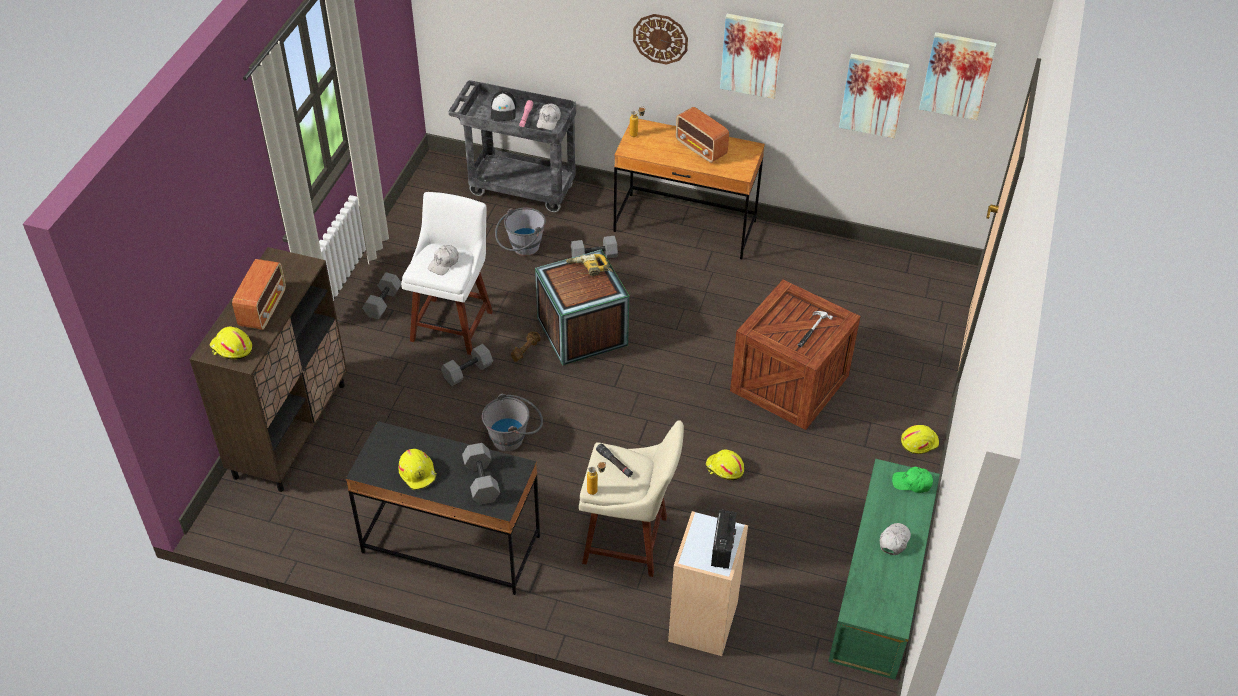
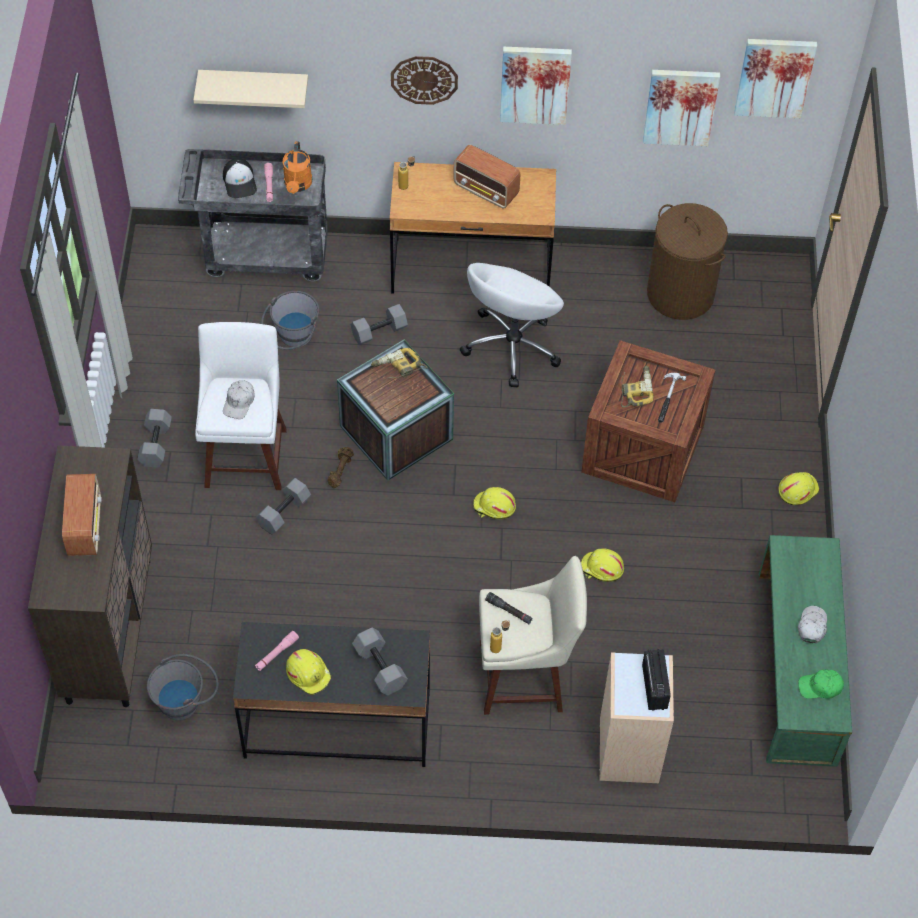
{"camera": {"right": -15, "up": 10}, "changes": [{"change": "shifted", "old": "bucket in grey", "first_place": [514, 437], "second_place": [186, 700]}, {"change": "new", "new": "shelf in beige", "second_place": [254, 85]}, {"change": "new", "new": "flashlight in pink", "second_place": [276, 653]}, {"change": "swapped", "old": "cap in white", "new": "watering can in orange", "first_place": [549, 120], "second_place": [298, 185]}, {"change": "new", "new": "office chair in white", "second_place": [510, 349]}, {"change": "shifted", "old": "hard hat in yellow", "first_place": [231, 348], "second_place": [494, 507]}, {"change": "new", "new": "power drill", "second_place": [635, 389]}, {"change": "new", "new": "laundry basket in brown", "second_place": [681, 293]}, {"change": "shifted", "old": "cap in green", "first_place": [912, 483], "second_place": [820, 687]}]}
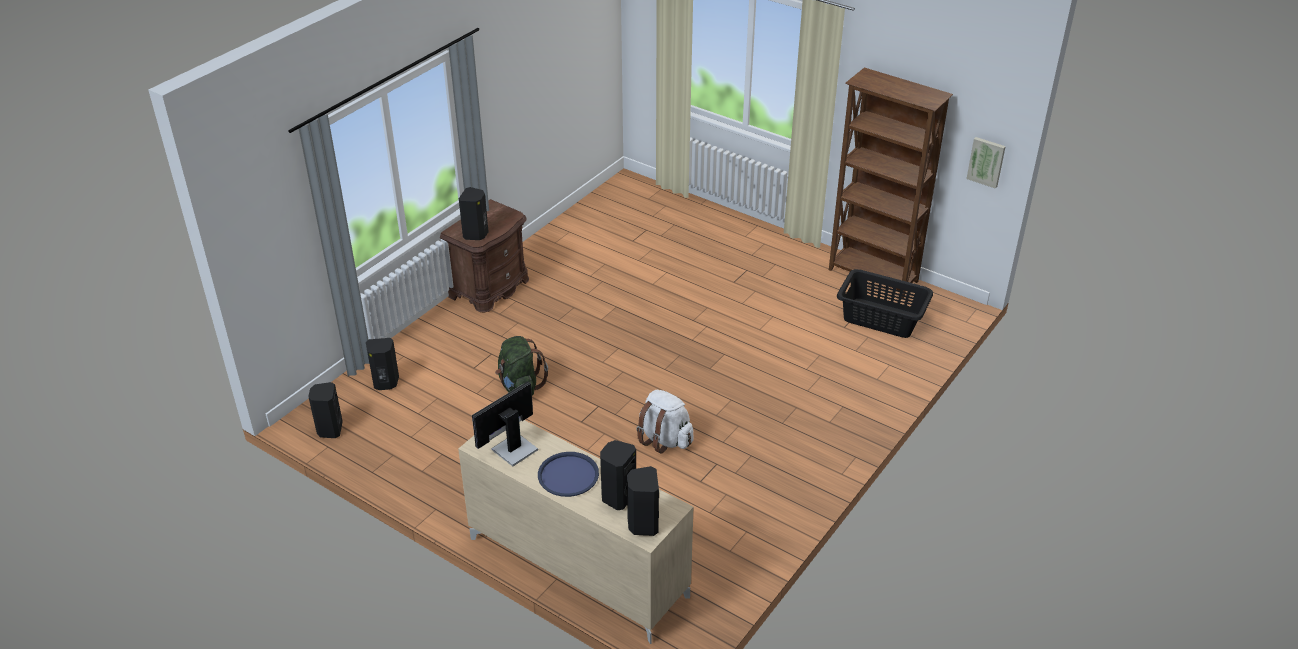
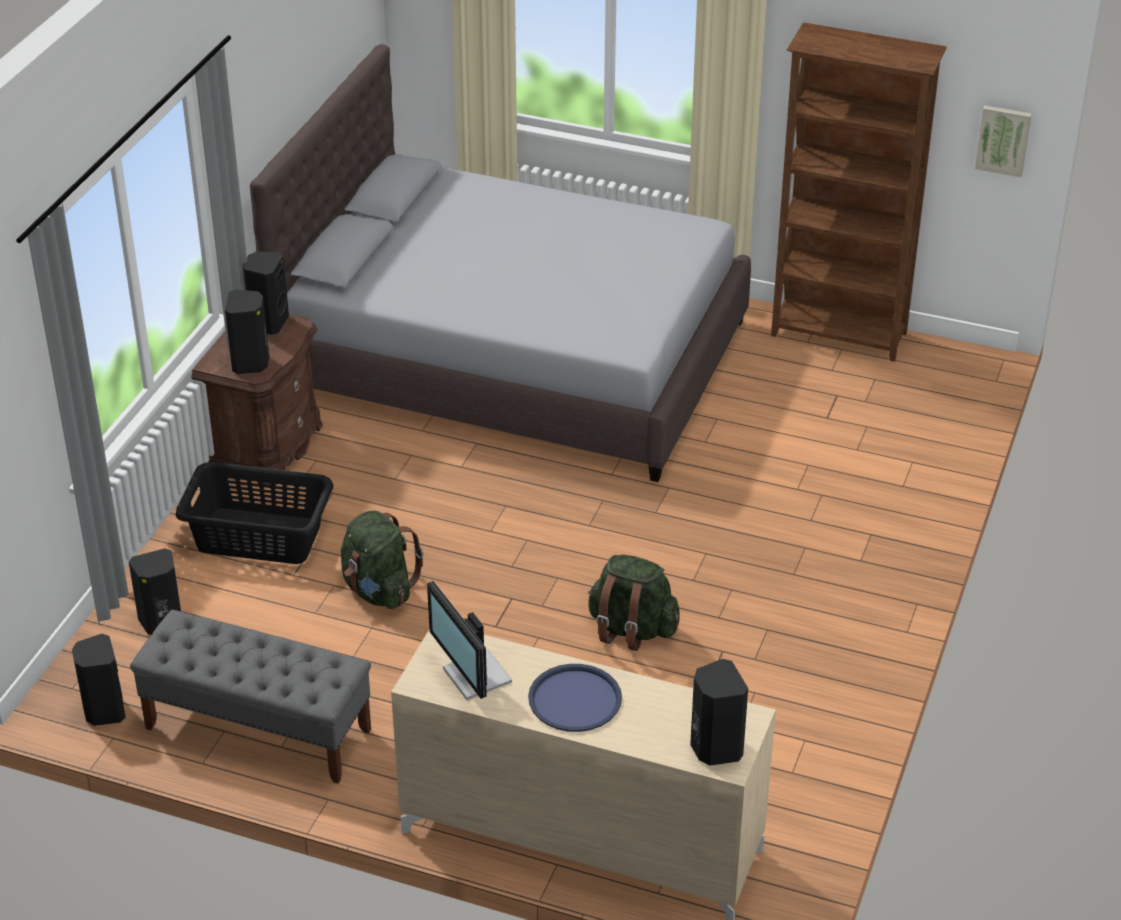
{"camera": {"right": -15, "up": 0}, "changes": [{"change": "new", "new": "bench in grey", "second_place": [257, 729]}, {"change": "shifted", "old": "laundry basket in black", "first_place": [881, 317], "second_place": [258, 535]}, {"change": "shifted", "old": "speaker in black", "first_place": [617, 496], "second_place": [268, 323]}, {"change": "new", "new": "bed in grey", "second_place": [512, 356]}, {"change": "rotated", "old": "monitor", "first_place": [513, 449], "second_place": [475, 677], "degrees": -60}, {"change": "repainted", "old": "backpack in white", "new": "backpack in green", "first_place": [664, 439], "second_place": [631, 629]}]}
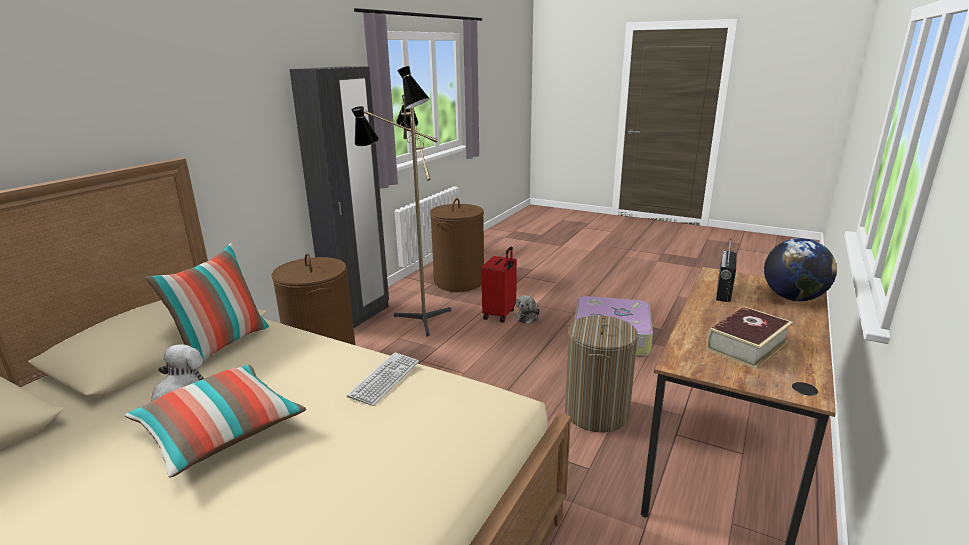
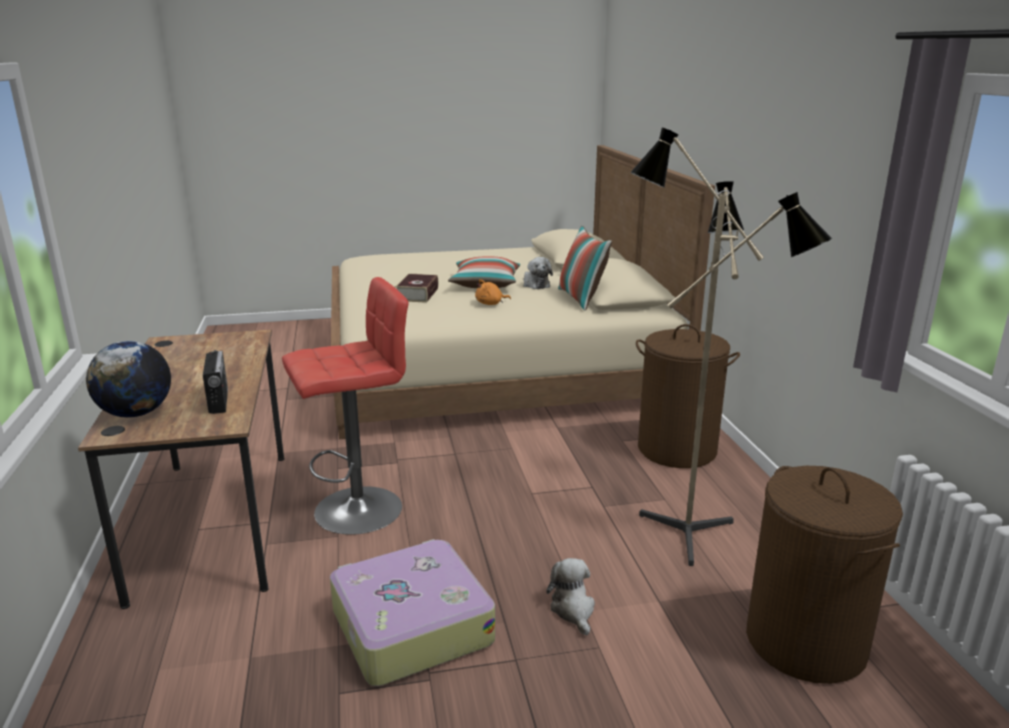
{"camera": {"right": 140, "up": 0}, "changes": [{"change": "swapped", "old": "laundry basket", "new": "stool in red", "first_place": [596, 412], "second_place": [359, 510]}, {"change": "shifted", "old": "book", "first_place": [747, 345], "second_place": [417, 294]}, {"change": "new", "new": "plush toy in orange", "second_place": [490, 304]}, {"change": "gone", "old": "wardrobe in black", "first_place": [358, 317]}, {"change": "gone", "old": "keyboard", "first_place": [385, 379]}, {"change": "gone", "old": "suitcase in red", "first_place": [500, 314]}]}
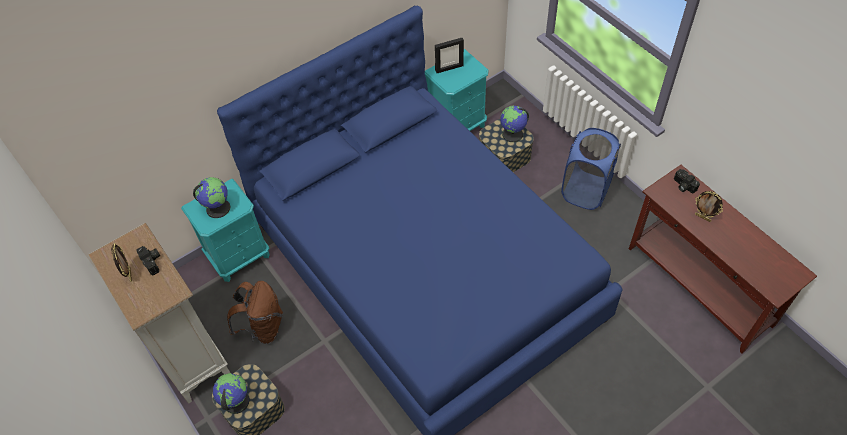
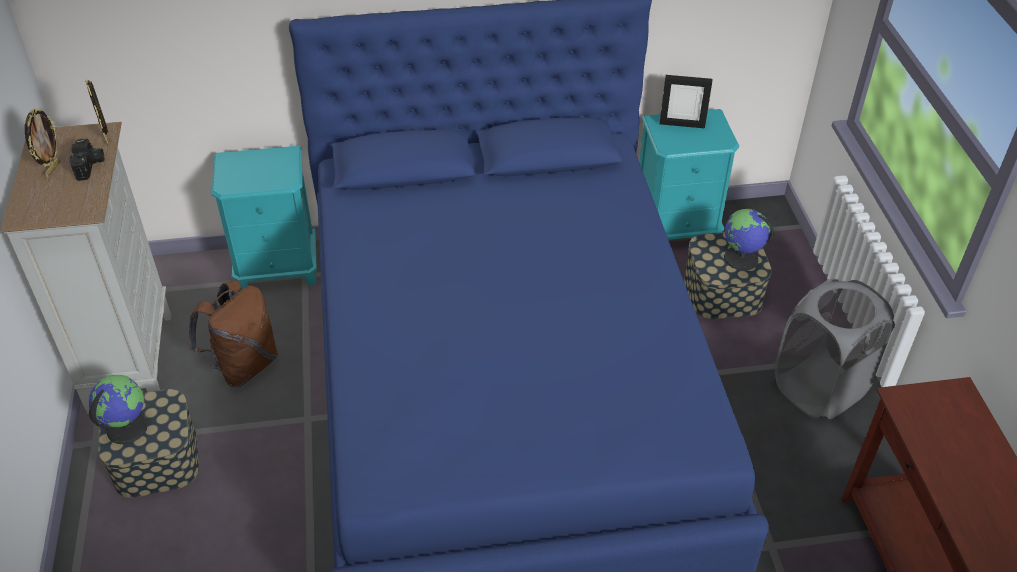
{"camera": {"right": 25, "up": -10}, "changes": [{"change": "shifted", "old": "picture frame", "first_place": [703, 217], "second_place": [107, 139]}, {"change": "repainted", "old": "laundry basket in blue", "new": "laundry basket in grey", "first_place": [585, 190], "second_place": [820, 388]}, {"change": "gone", "old": "globe", "first_place": [218, 207]}, {"change": "gone", "old": "photo camera", "first_place": [683, 186]}]}
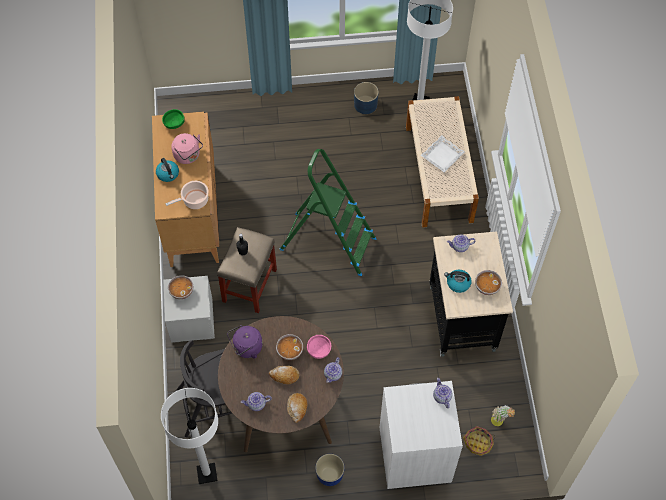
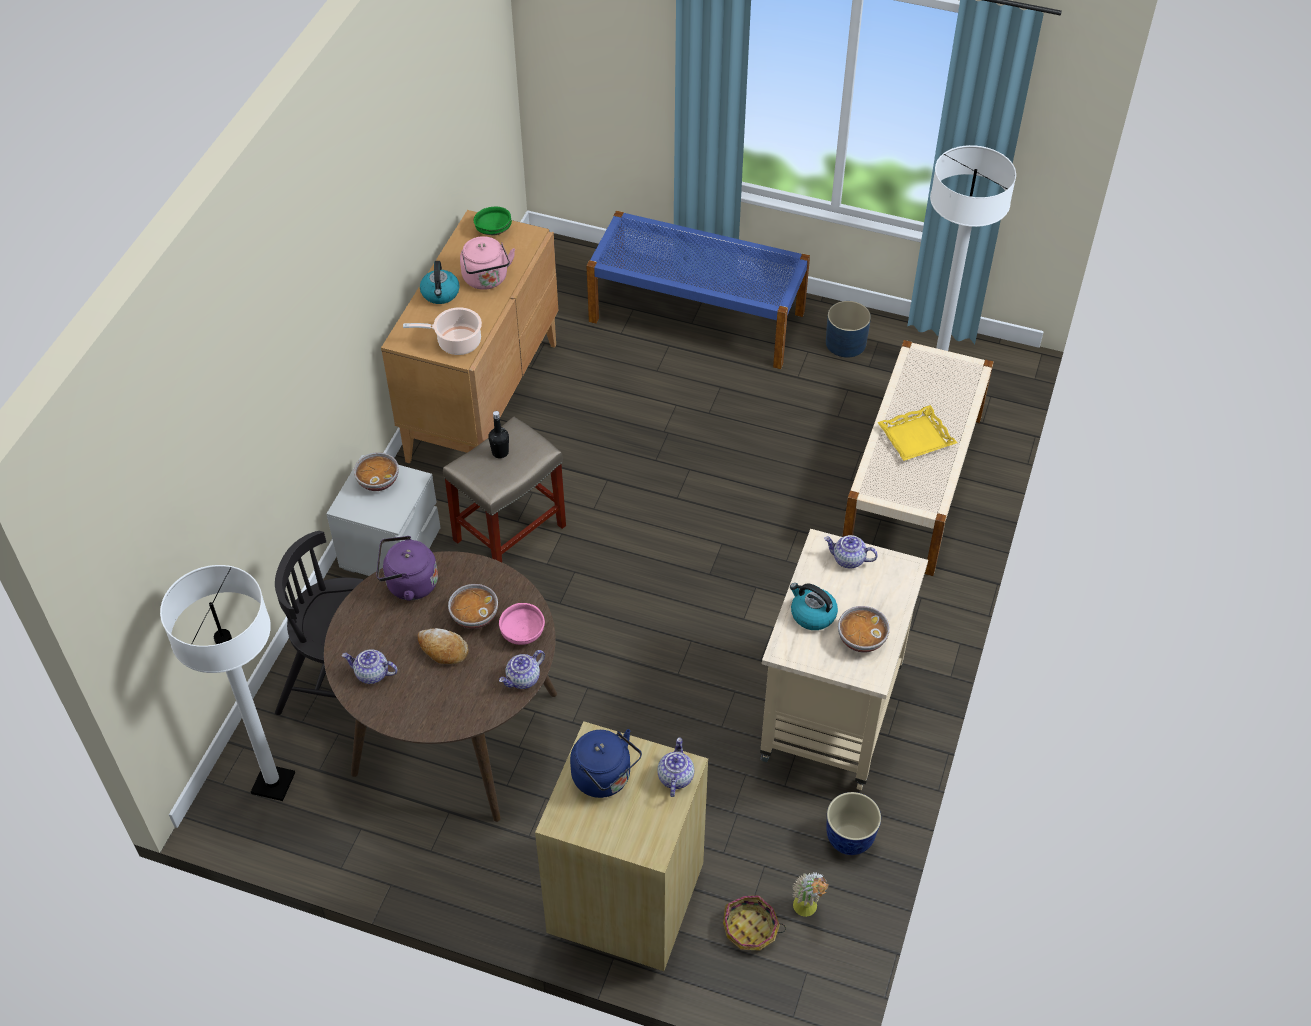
{"camera": {"right": 25, "up": -10}, "changes": [{"change": "repainted", "old": "dresser in white", "new": "dresser in brown", "first_place": [414, 456], "second_place": [626, 902]}, {"change": "new", "new": "kettle in blue", "second_place": [605, 778]}, {"change": "new", "new": "bench in blue", "second_place": [697, 316]}, {"change": "repainted", "old": "cart in black", "new": "cart in beige", "first_place": [462, 319], "second_place": [832, 717]}, {"change": "shifted", "old": "planter", "first_place": [330, 475], "second_place": [850, 838]}, {"change": "repainted", "old": "tray in white", "new": "tray in yellow", "first_place": [442, 156], "second_place": [916, 438]}, {"change": "gone", "old": "step ladder in green", "first_place": [328, 244]}, {"change": "gone", "old": "bread", "first_place": [297, 408]}]}
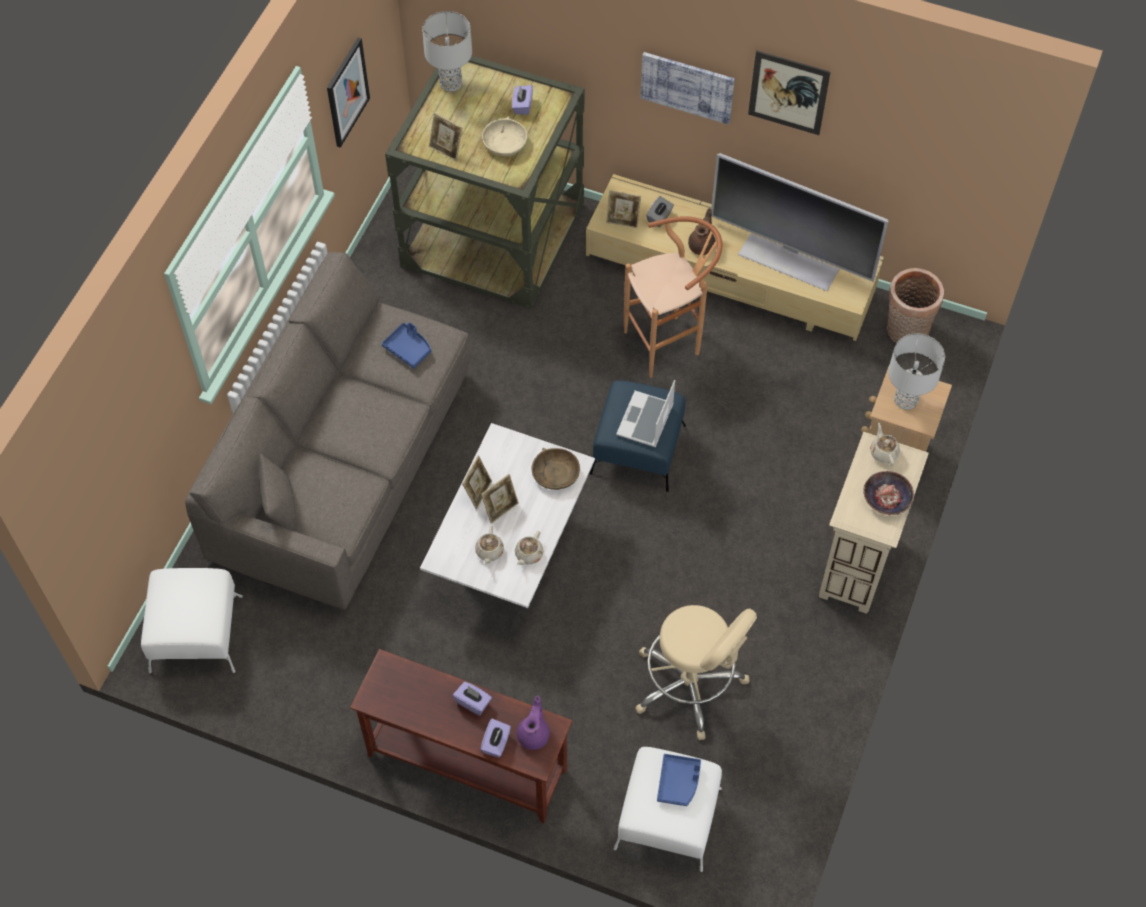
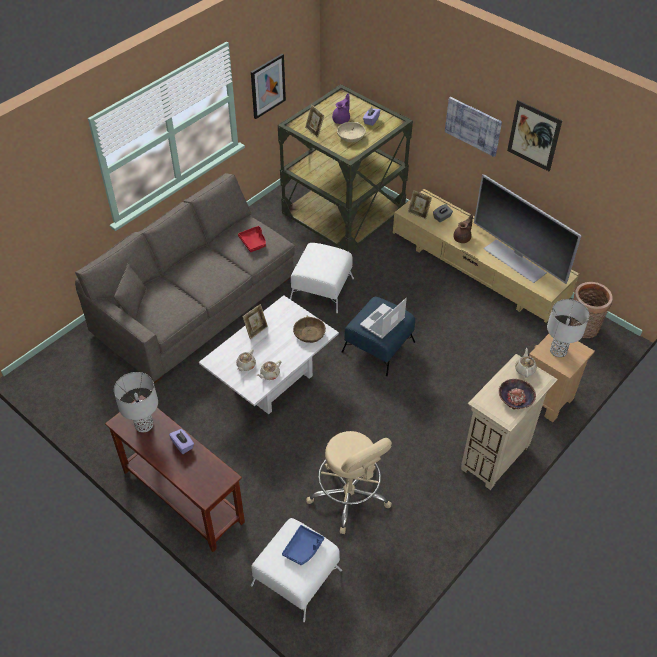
{"camera": {"right": 20, "up": -10}, "changes": [{"change": "shifted", "old": "table lamp in white", "first_place": [450, 83], "second_place": [143, 425]}, {"change": "repainted", "old": "tray in blue", "new": "tray in red", "first_place": [408, 349], "second_place": [253, 242]}, {"change": "shifted", "old": "ottoman in white", "first_place": [196, 633], "second_place": [322, 289]}, {"change": "shifted", "old": "teapot in purple", "first_place": [534, 734], "second_place": [342, 120]}, {"change": "gone", "old": "tissue box in purple", "first_place": [496, 743]}, {"change": "gone", "old": "picture frame", "first_place": [500, 508]}, {"change": "gone", "old": "stool in brown", "first_place": [669, 342]}]}
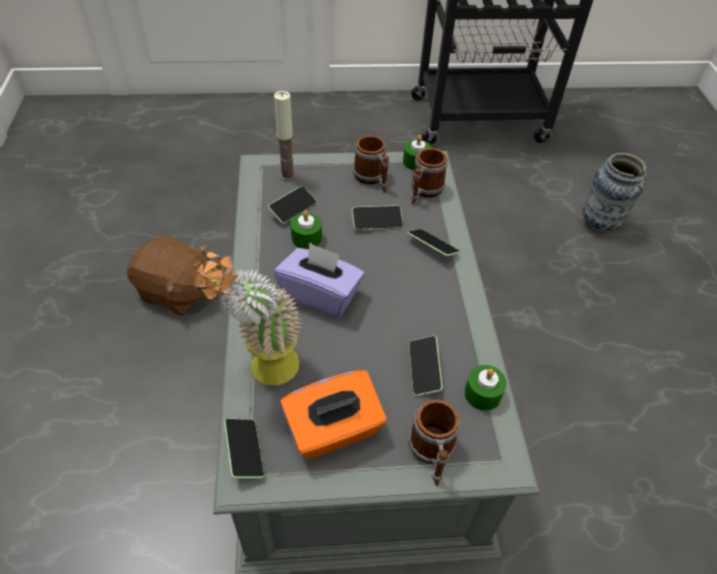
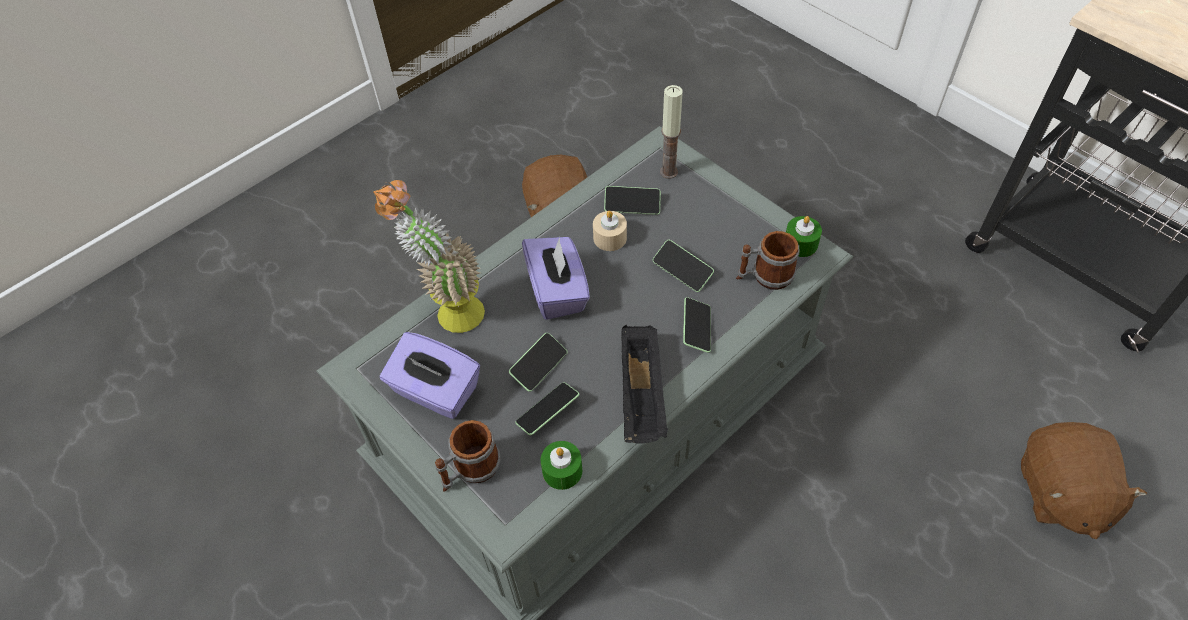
{"camera": {"right": 55, "up": 5}, "changes": [{"change": "repainted", "old": "tissue box in orange", "new": "tissue box in purple", "first_place": [333, 430], "second_place": [435, 392]}, {"change": "shifted", "old": "phone", "first_place": [245, 452], "second_place": [539, 366]}, {"change": "repainted", "old": "candle in green", "new": "candle in beige", "first_place": [306, 238], "second_place": [610, 238]}, {"change": "new", "new": "tray in black", "second_place": [642, 396]}, {"change": "swapped", "old": "vase", "new": "plush toy in brown", "first_place": [599, 224], "second_place": [1060, 493]}, {"change": "gone", "old": "mug", "first_place": [372, 179]}]}
